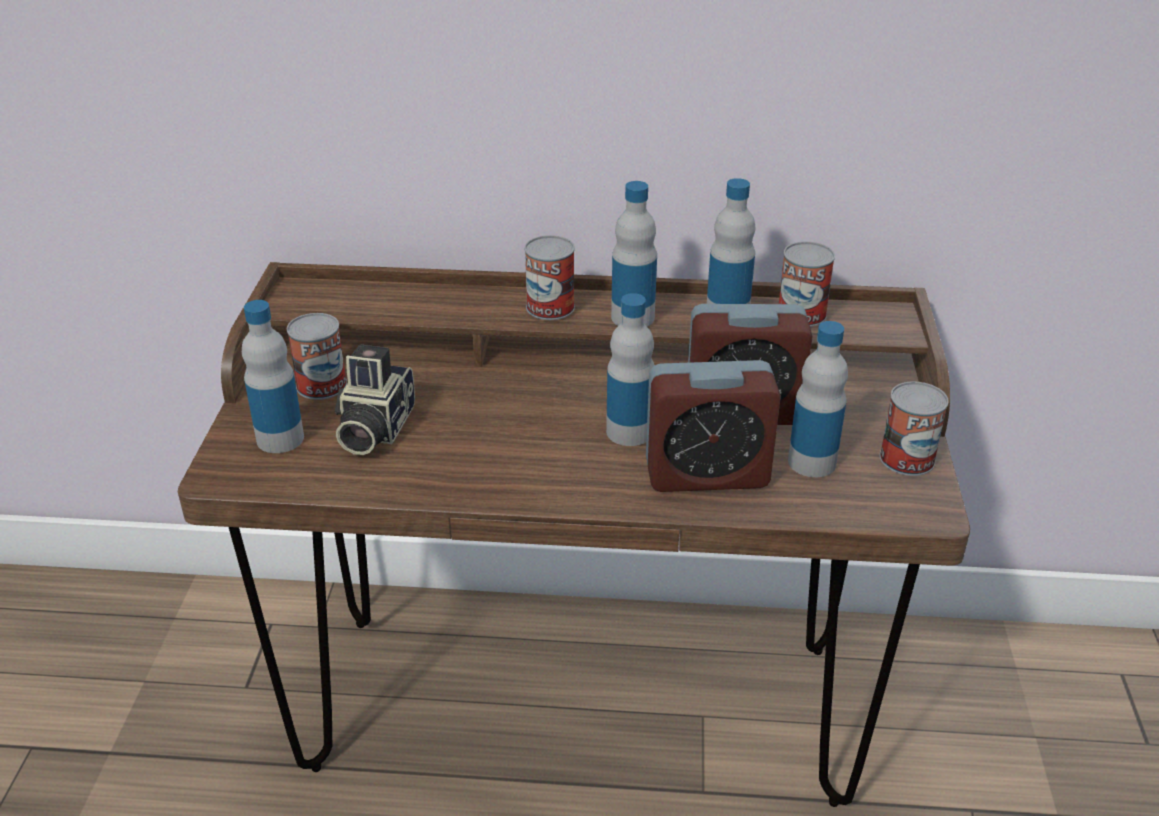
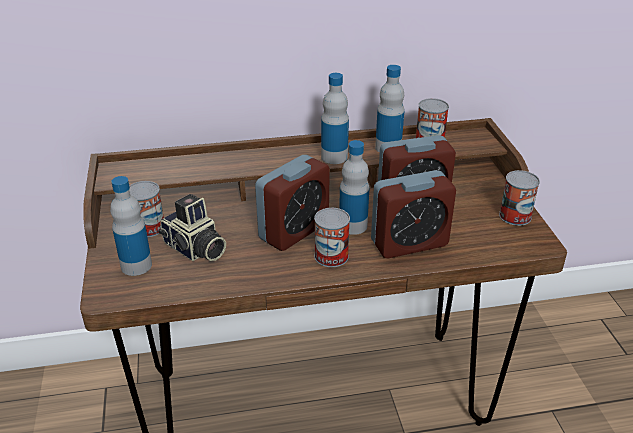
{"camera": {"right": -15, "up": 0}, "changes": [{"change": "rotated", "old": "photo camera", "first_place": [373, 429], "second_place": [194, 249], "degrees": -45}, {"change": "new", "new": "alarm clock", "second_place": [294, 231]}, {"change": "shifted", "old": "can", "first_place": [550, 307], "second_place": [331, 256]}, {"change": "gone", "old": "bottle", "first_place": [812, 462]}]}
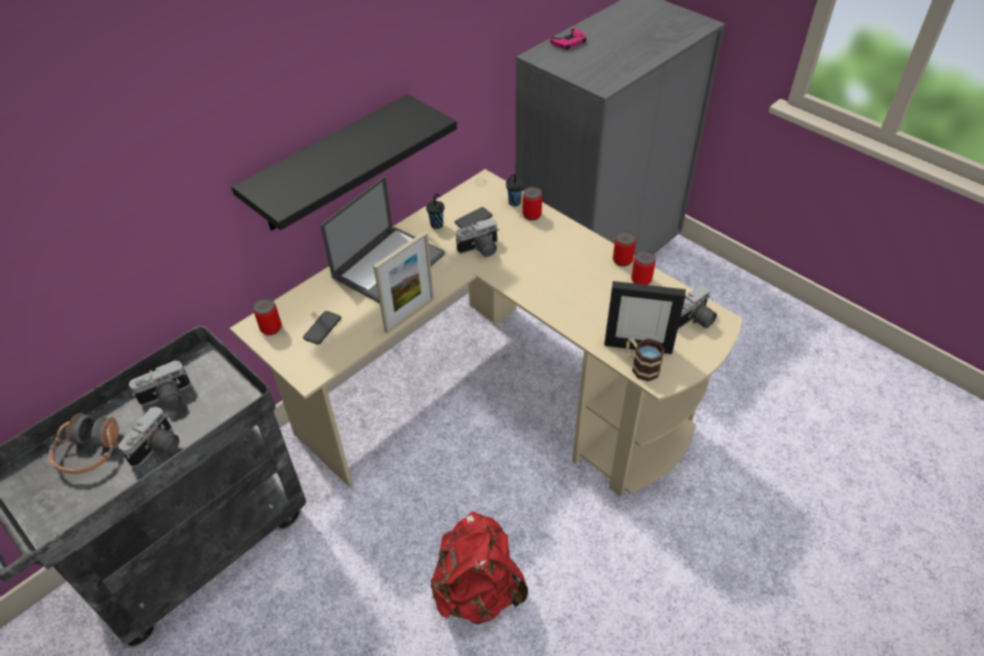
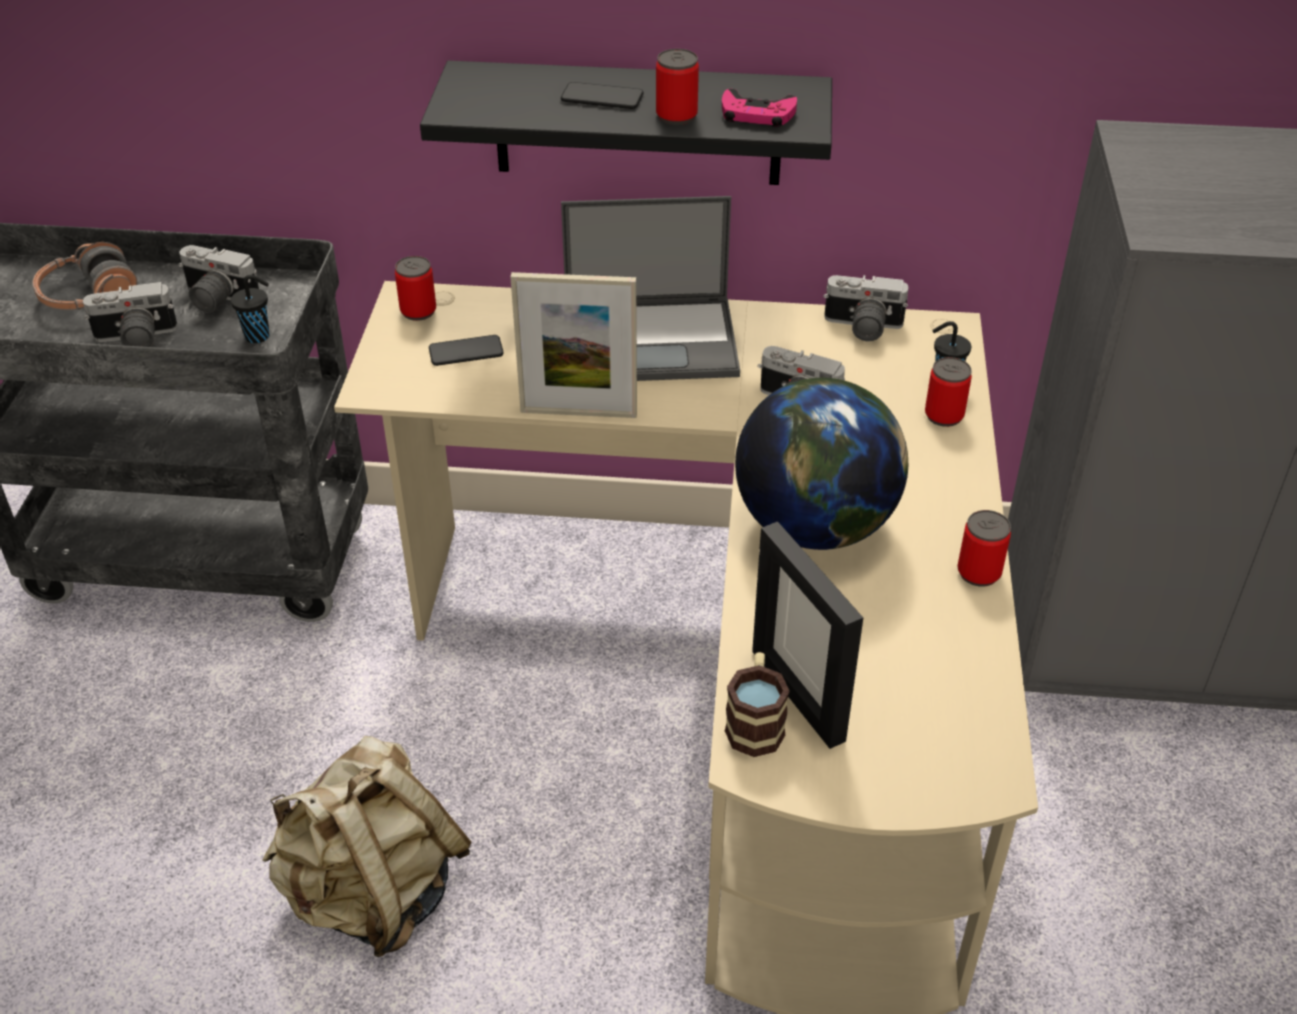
{"camera": {"right": 50, "up": -5}, "changes": [{"change": "shifted", "old": "cup in black", "first_place": [437, 224], "second_place": [259, 336]}, {"change": "repainted", "old": "backpack in red", "new": "backpack in beige", "first_place": [478, 590], "second_place": [374, 893]}, {"change": "shifted", "old": "phone", "first_place": [473, 219], "second_place": [602, 97]}, {"change": "shifted", "old": "can", "first_place": [641, 280], "second_place": [676, 116]}, {"change": "shifted", "old": "game controller in pink", "first_place": [569, 42], "second_place": [757, 115]}, {"change": "new", "new": "globe", "second_place": [815, 525]}, {"change": "shifted", "old": "photo camera", "first_place": [693, 321], "second_place": [862, 328]}]}
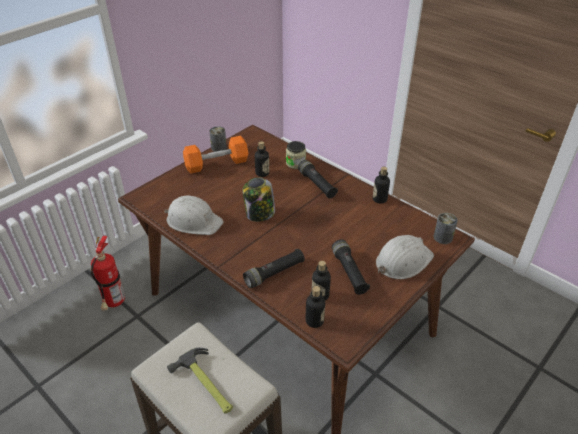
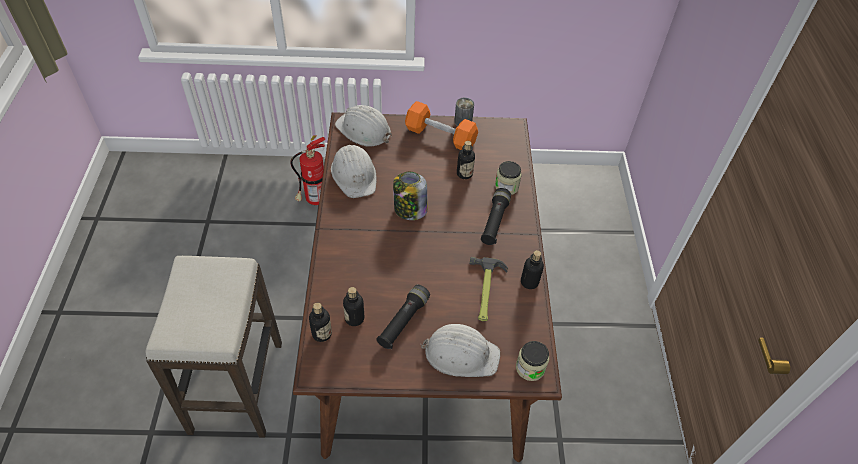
{"camera": {"right": 45, "up": 10}, "changes": [{"change": "new", "new": "hard hat in white", "second_place": [364, 130]}, {"change": "shifted", "old": "hammer", "first_place": [206, 384], "second_place": [485, 291]}, {"change": "swapped", "old": "can", "new": "jar", "first_place": [443, 237], "second_place": [530, 368]}, {"change": "gone", "old": "flashlight in black", "first_place": [274, 273]}]}
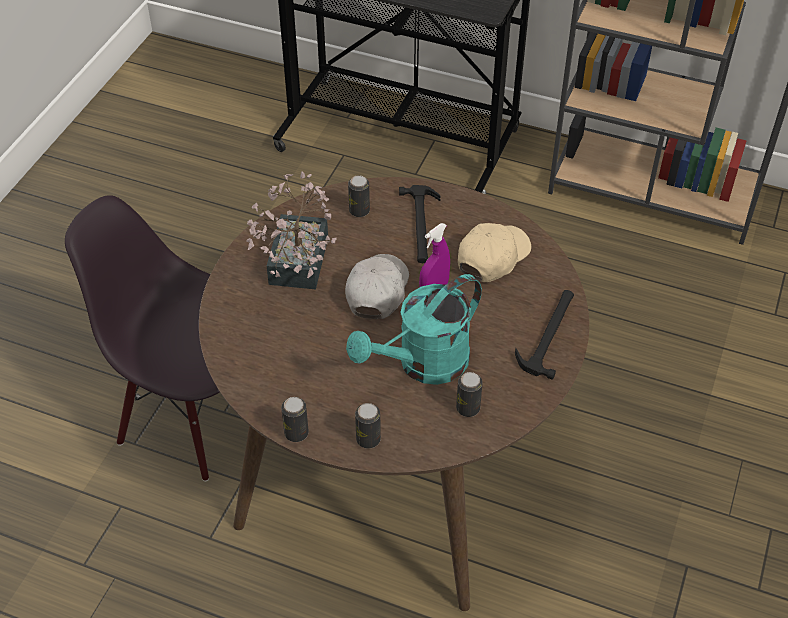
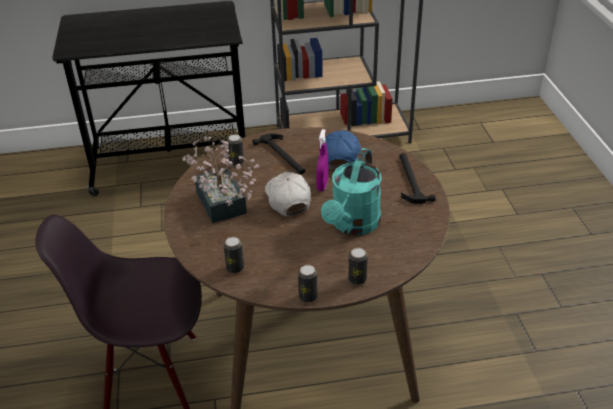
{"camera": {"right": -30, "up": -10}, "changes": [{"change": "shifted", "old": "can", "first_place": [468, 408], "second_place": [235, 268]}, {"change": "repainted", "old": "cap in beige", "new": "cap in blue", "first_place": [492, 257], "second_place": [341, 155]}]}
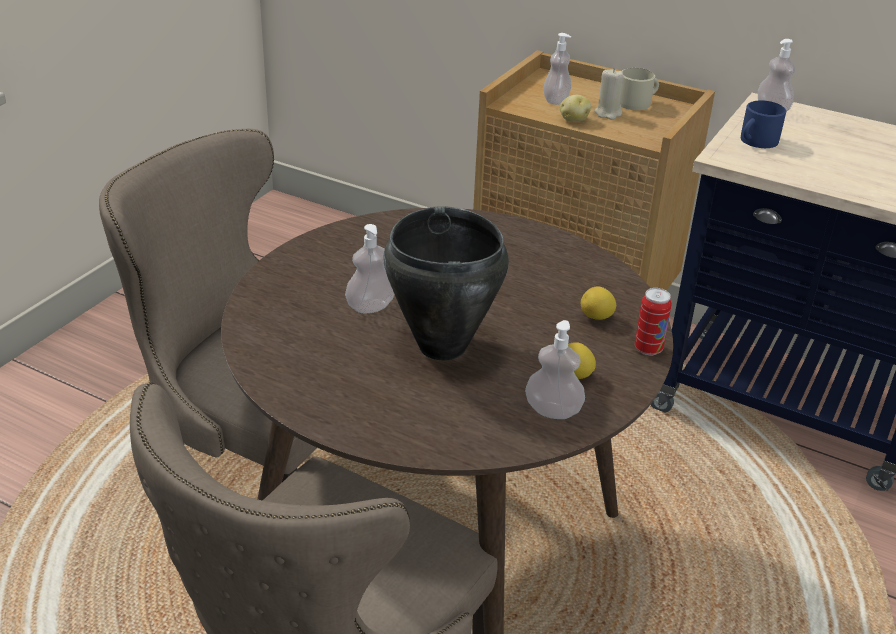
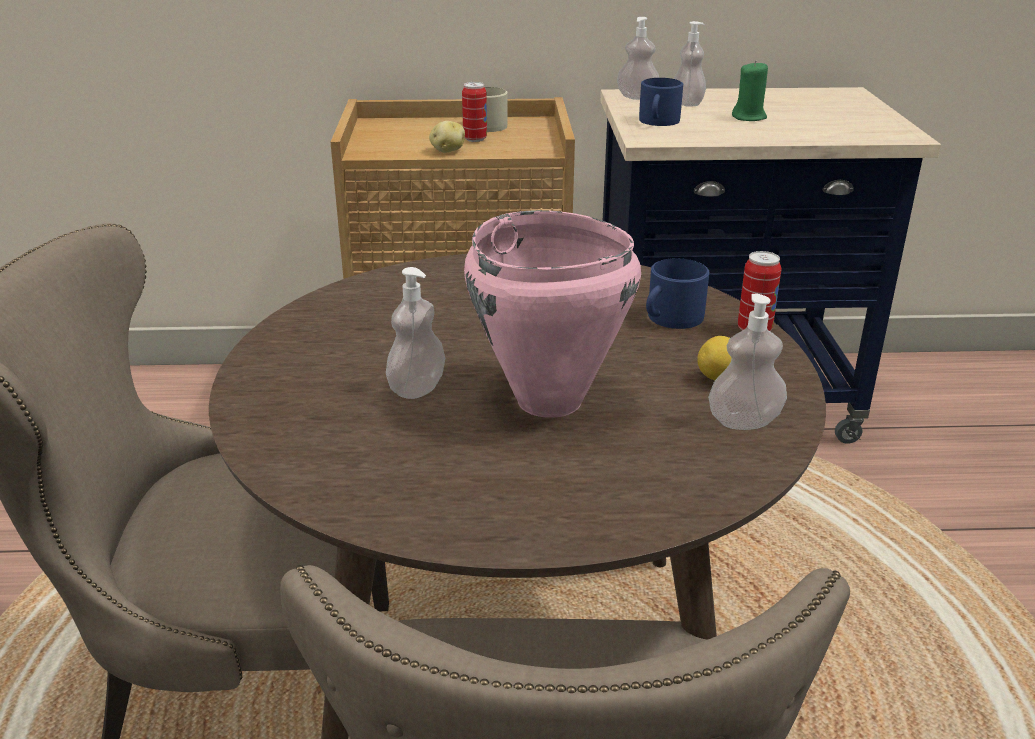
{"camera": {"right": -30, "up": -5}, "changes": [{"change": "swapped", "old": "candle in beige", "new": "can", "first_place": [608, 113], "second_place": [475, 139]}, {"change": "repainted", "old": "cooking pot in black", "new": "cooking pot in pink", "first_place": [441, 347], "second_place": [549, 401]}, {"change": "swapped", "old": "lemon", "new": "mug in blue", "first_place": [596, 317], "second_place": [670, 318]}, {"change": "shifted", "old": "soap dispenser", "first_place": [556, 100], "second_place": [687, 103]}, {"change": "new", "new": "candle in green", "second_place": [749, 117]}]}
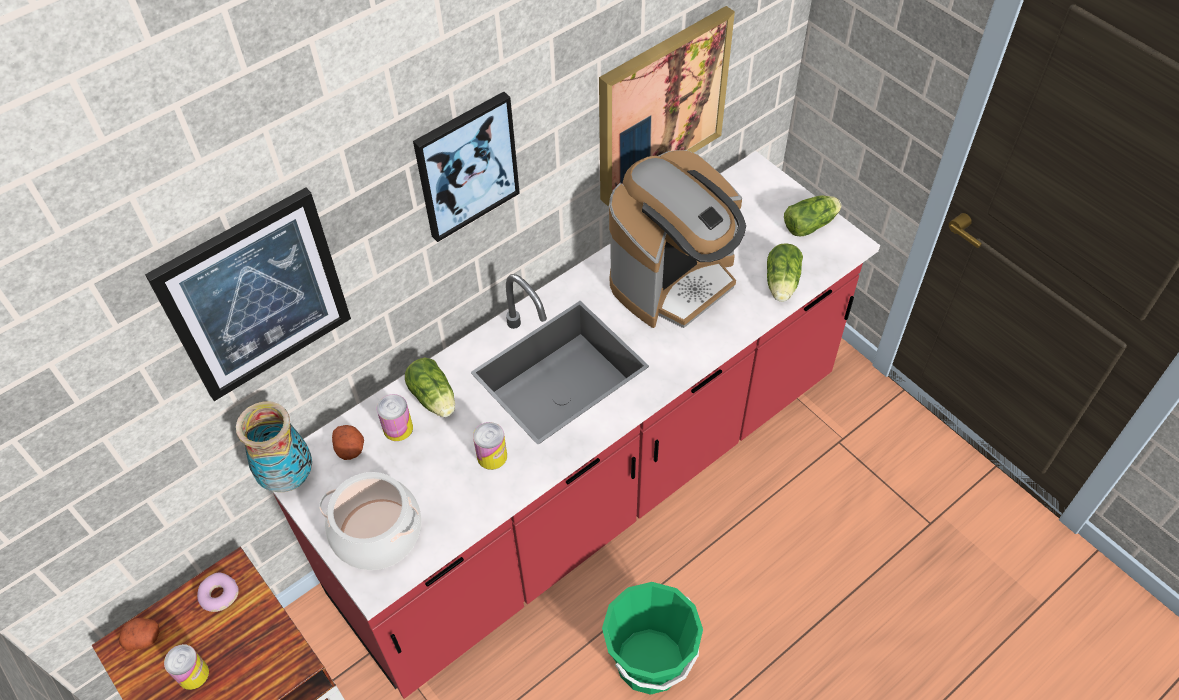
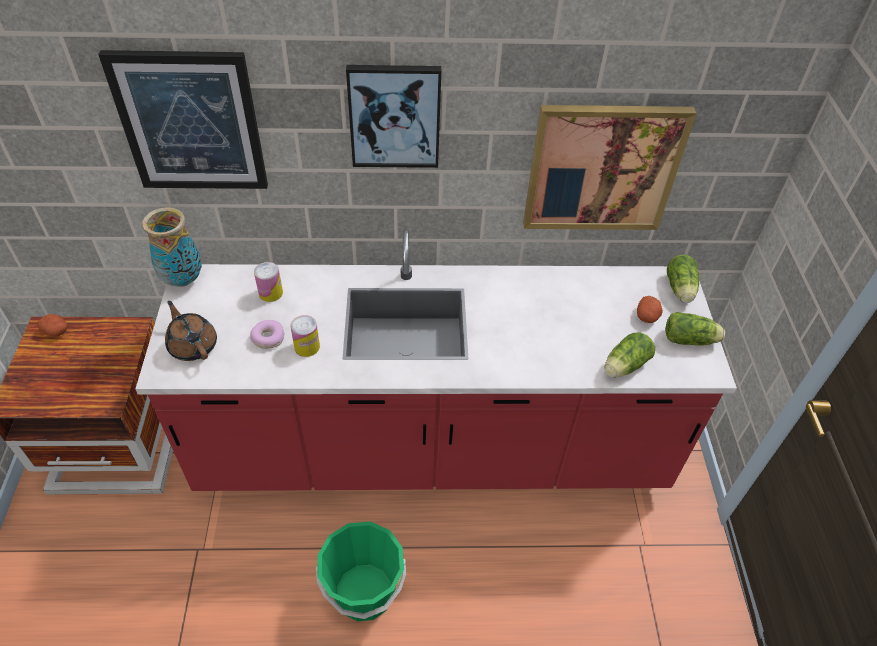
{"camera": {"right": 35, "up": -5}, "changes": [{"change": "swapped", "old": "cooking pot", "new": "teapot in brown", "first_place": [377, 534], "second_place": [193, 345]}, {"change": "shifted", "old": "donut", "first_place": [219, 595], "second_place": [268, 338]}, {"change": "shifted", "old": "potato", "first_place": [350, 449], "second_place": [647, 316]}, {"change": "shifted", "old": "lettuce", "first_place": [434, 399], "second_place": [680, 290]}, {"change": "gone", "old": "can", "first_place": [193, 674]}, {"change": "gone", "old": "coffee machine", "first_place": [674, 280]}]}
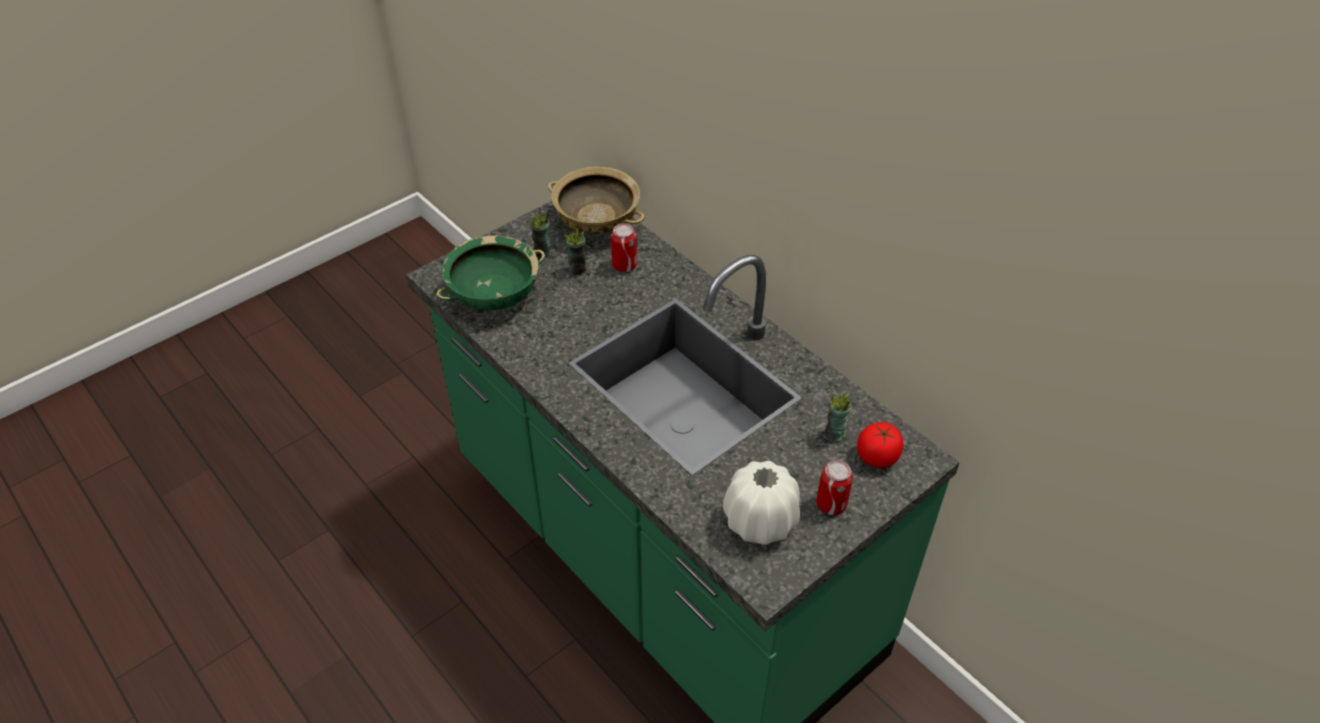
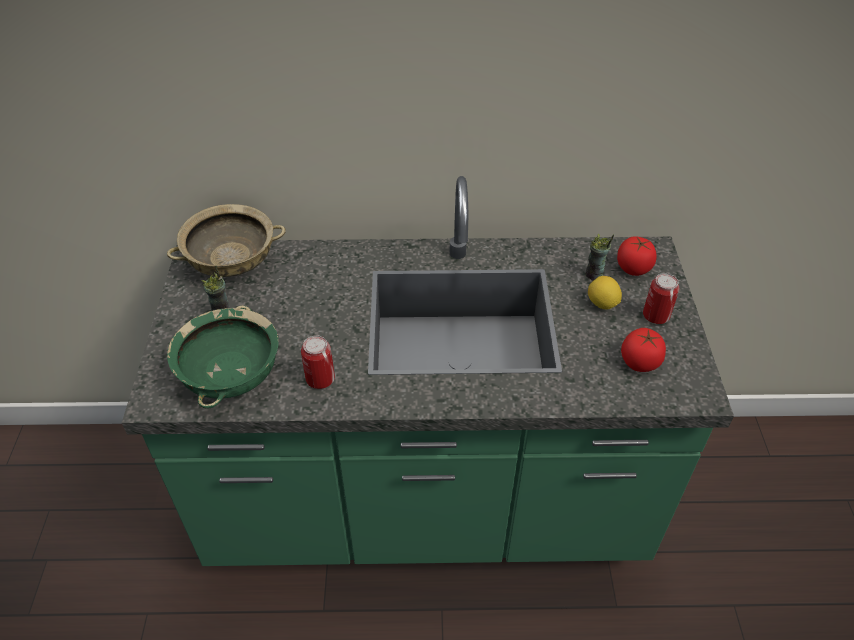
{"camera": {"right": -50, "up": 0}, "changes": [{"change": "shifted", "old": "can", "first_place": [624, 265], "second_place": [320, 379]}, {"change": "new", "new": "lemon", "second_place": [602, 304]}, {"change": "swapped", "old": "vase in white", "new": "tomato", "first_place": [760, 521], "second_place": [640, 362]}, {"change": "gone", "old": "cup", "first_place": [578, 269]}]}
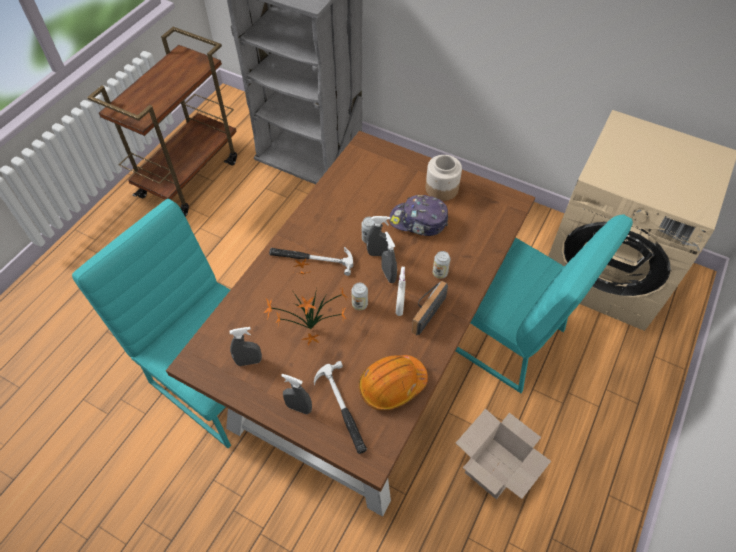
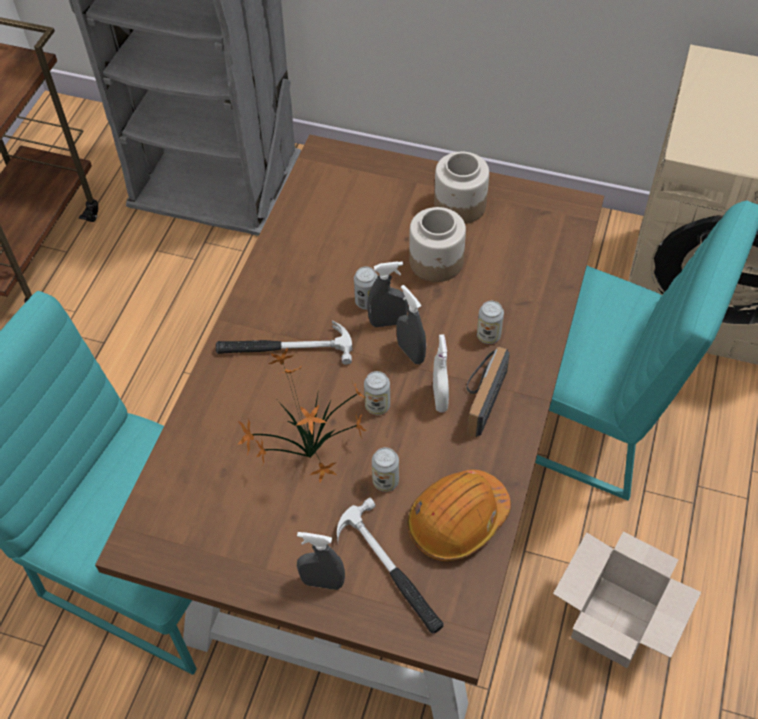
{"camera": {"right": -10, "up": 0}, "changes": [{"change": "new", "new": "can", "second_place": [385, 481]}, {"change": "swapped", "old": "cap", "new": "jar", "first_place": [418, 221], "second_place": [436, 262]}, {"change": "gone", "old": "spray bottle in grey", "first_place": [249, 361]}]}
